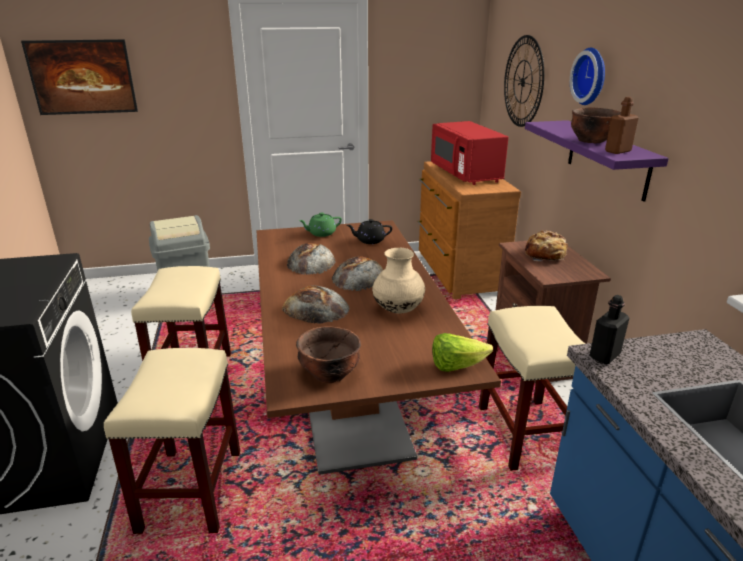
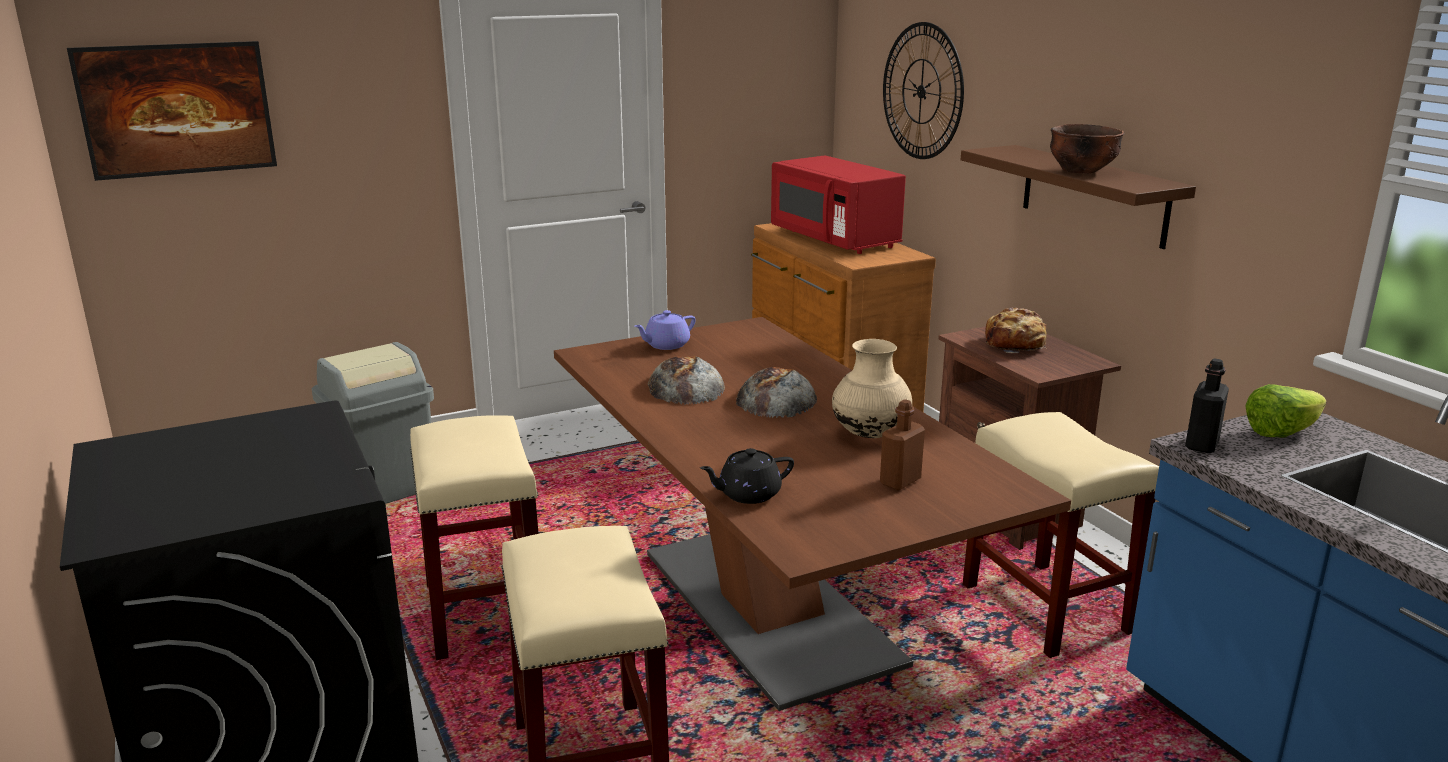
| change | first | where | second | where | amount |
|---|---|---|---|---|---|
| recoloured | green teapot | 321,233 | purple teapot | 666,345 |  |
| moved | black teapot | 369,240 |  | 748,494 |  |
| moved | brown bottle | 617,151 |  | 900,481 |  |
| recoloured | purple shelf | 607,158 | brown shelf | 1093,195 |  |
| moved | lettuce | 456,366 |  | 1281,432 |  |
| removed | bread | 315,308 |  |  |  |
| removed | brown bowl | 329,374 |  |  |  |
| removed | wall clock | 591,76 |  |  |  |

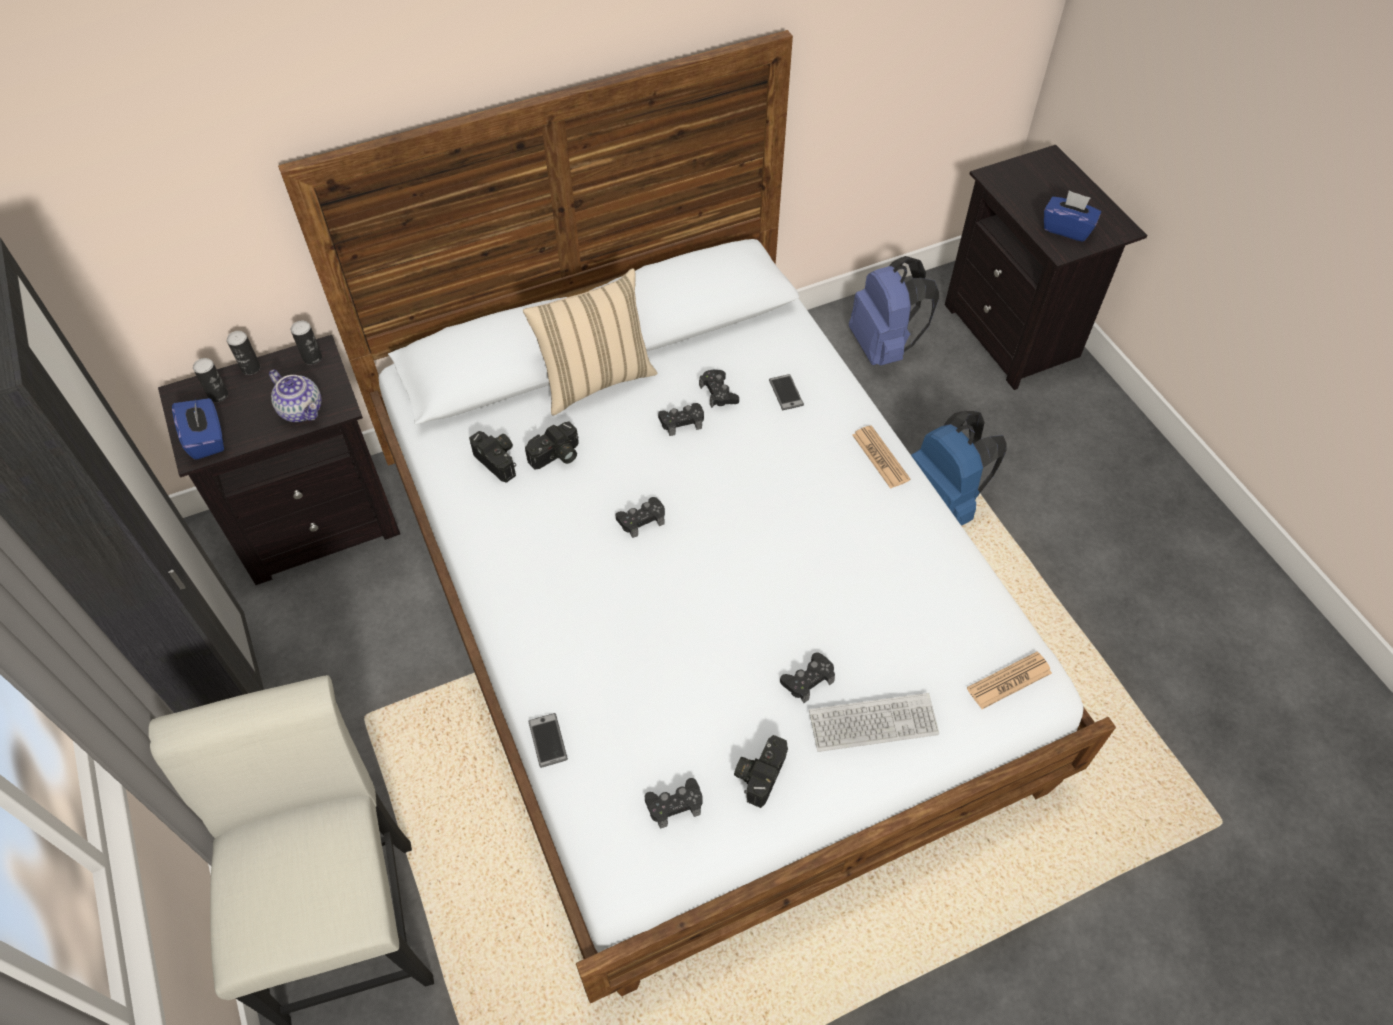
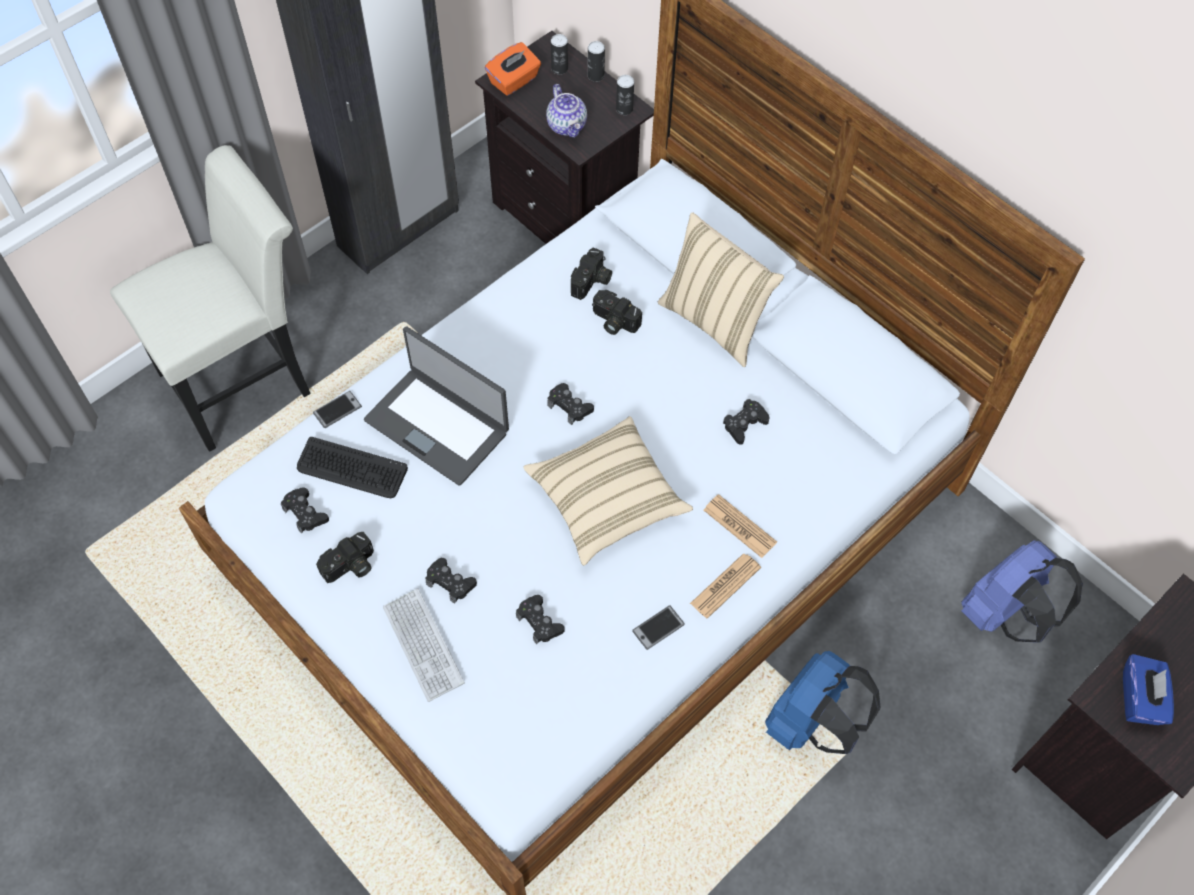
| change | first | where | second | where | amount |
|---|---|---|---|---|---|
| added |  |  | keyboard | 351,469 |  |
| turned | photo camera | 759,773 |  | 350,567 | 135 degrees clockwise |
| added |  |  | laptop | 438,425 |  |
| recoloured | blue tissue box | 206,439 | orange tissue box | 514,81 |  |
| moved | black game controller | 682,422 |  | 539,622 |  |
| added |  |  | beige pillow | 607,500 |  |
| turned | teapot | 302,410 |  | 567,126 | 45 degrees counterclockwise |
| moved | phone | 786,392 |  | 658,628 |  |
| moved | newspaper | 1009,681 |  | 739,526 |  |

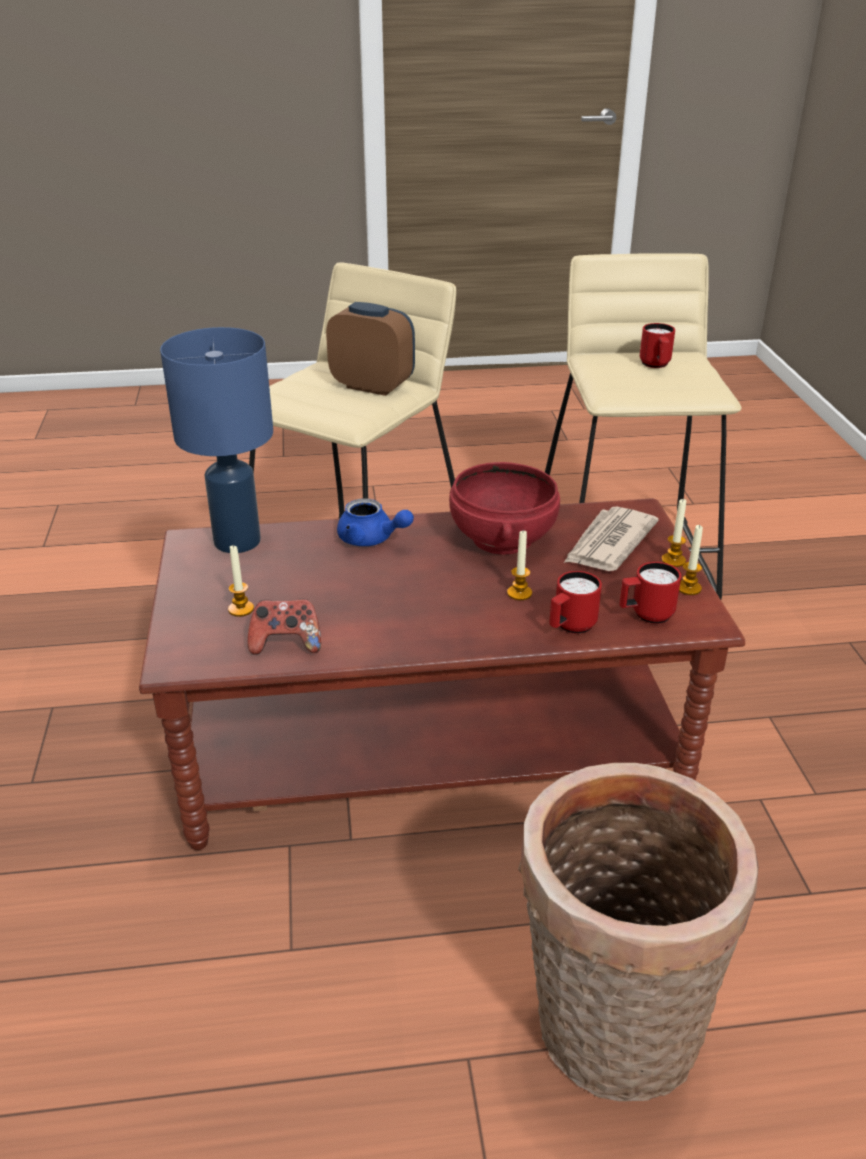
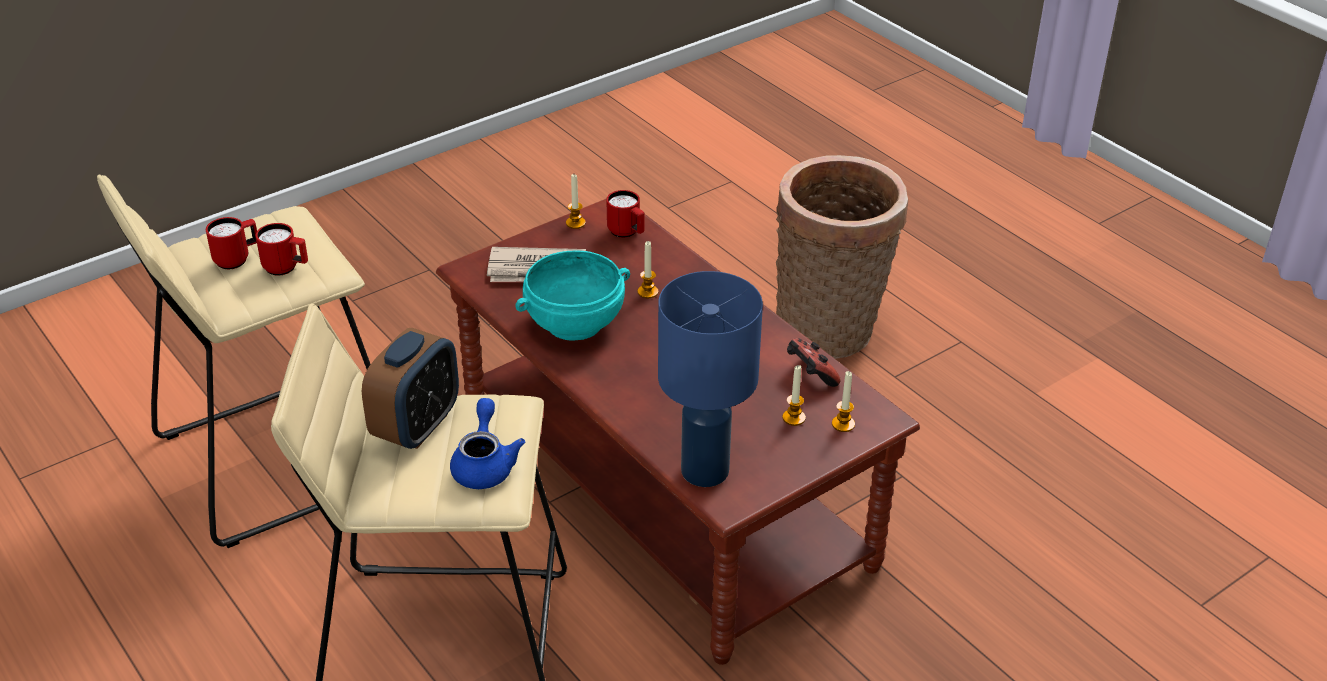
| change | first | where | second | where | amount |
|---|---|---|---|---|---|
| moved | red mug | 570,627 |  | 286,268 |  |
| turned | alarm clock | 372,386 |  | 417,426 | 150 degrees counterclockwise |
| moved | blue teapot | 371,539 |  | 485,464 |  |
| recoloured | red bowl | 501,539 | turquoise bowl | 575,324 |  |
| moved | candle | 673,560 |  | 843,424 |  |

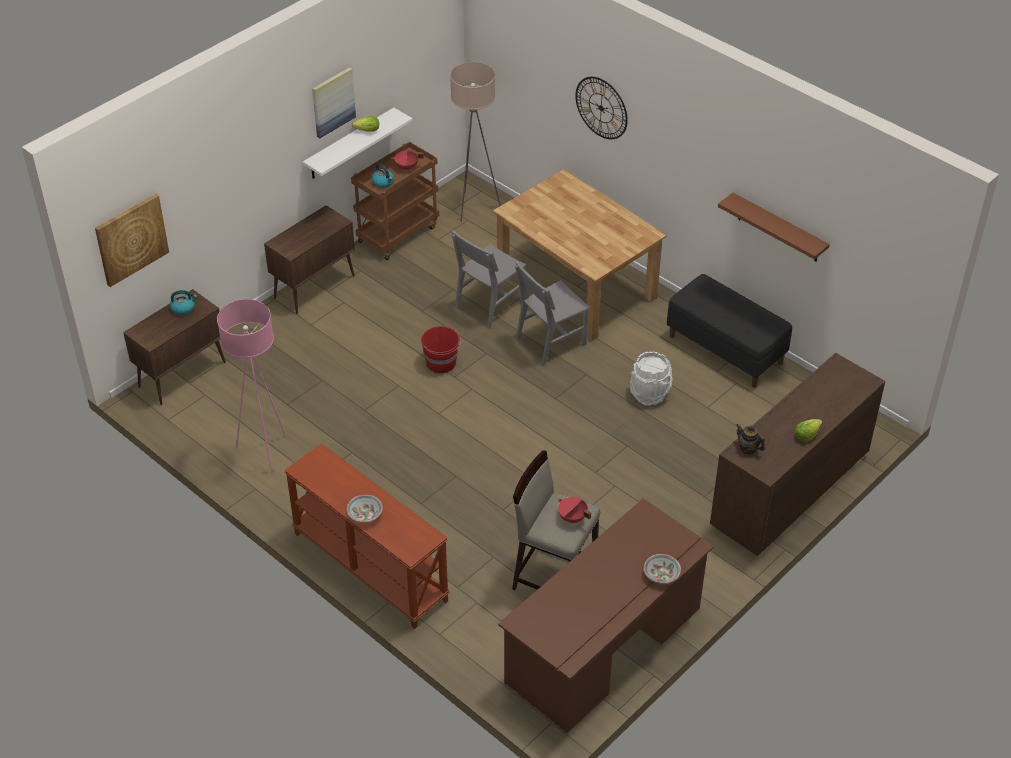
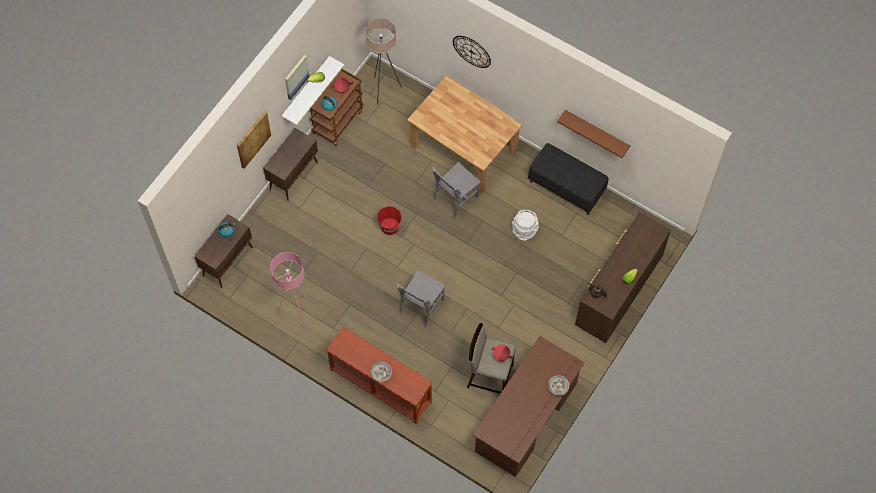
| change | first | where | second | where | amount |
|---|---|---|---|---|---|
| moved | picture | 131,239 |  | 253,139 |  |
| moved | grey chair | 489,305 |  | 421,305 |  |

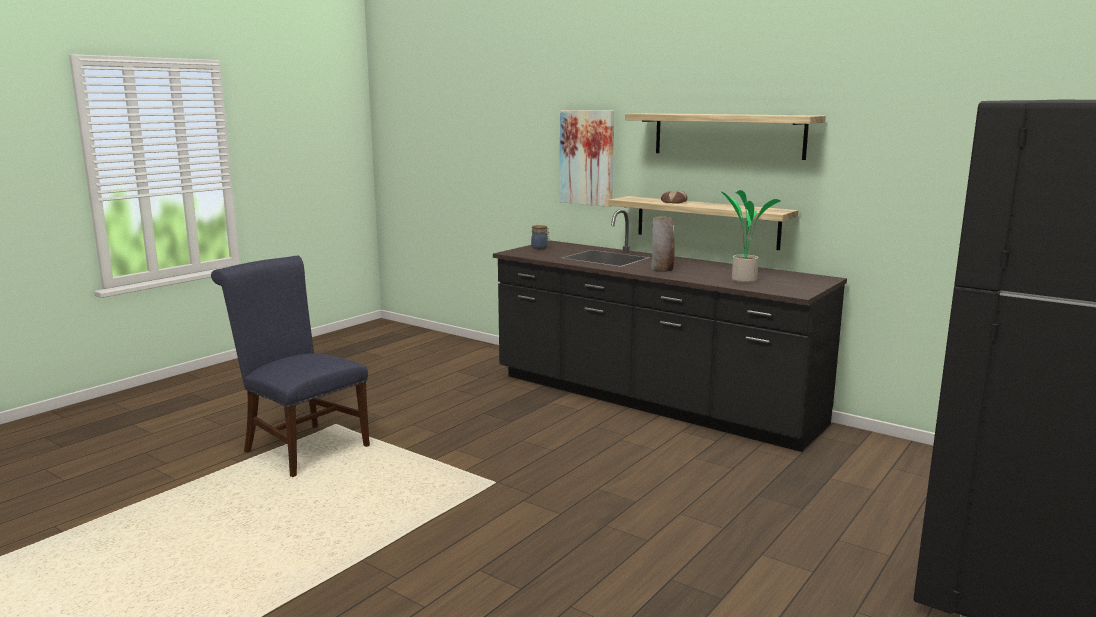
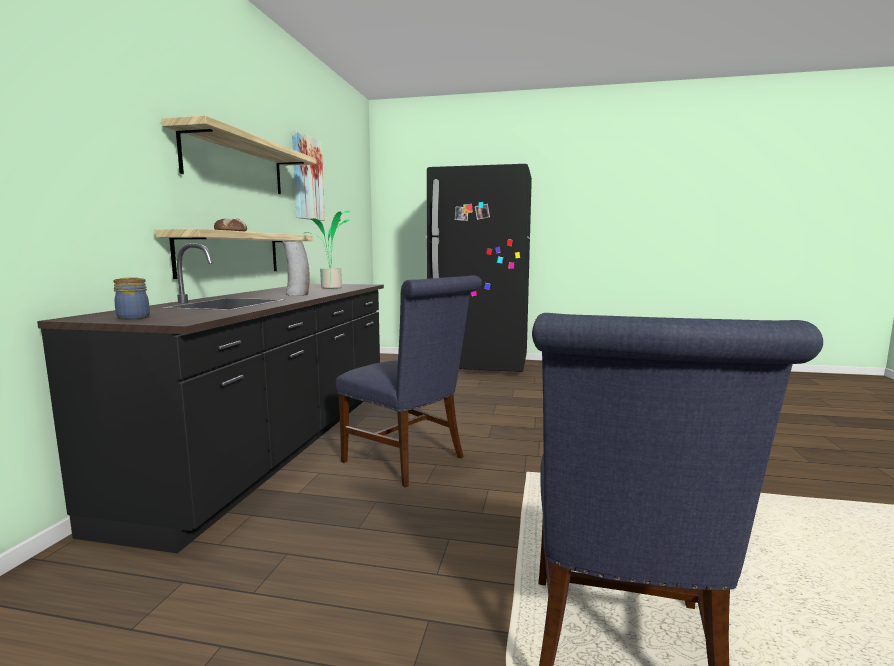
| change | first | where | second | where | amount |
|---|---|---|---|---|---|
| moved | picture | 587,157 |  | 307,178 |  |
| added |  |  | blue chair | 409,460 |  |

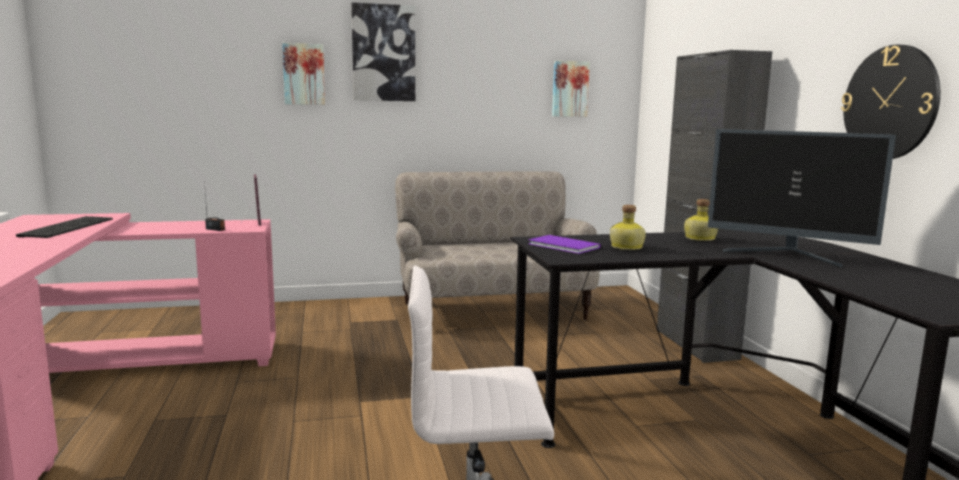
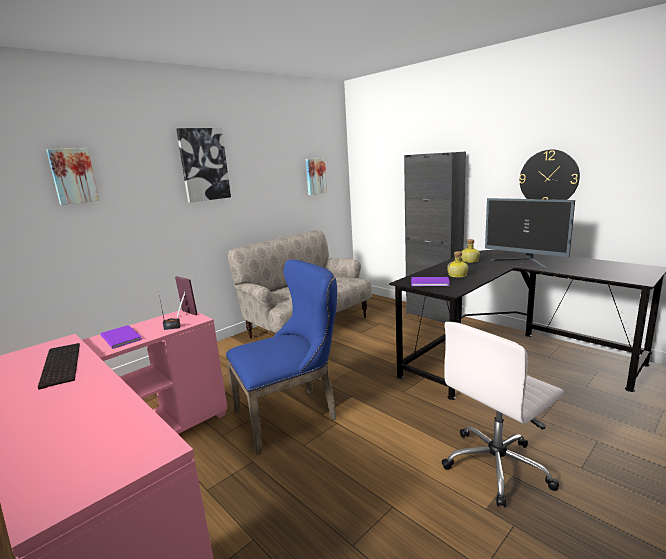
| change | first | where | second | where | amount |
|---|---|---|---|---|---|
| moved | picture | 304,74 |  | 73,176 |  |
| added |  |  | purple book | 122,337 |  |
| added |  |  | blue chair | 292,414 |  |
| turned | monitor | 787,255 |  | 524,262 | 45 degrees clockwise |

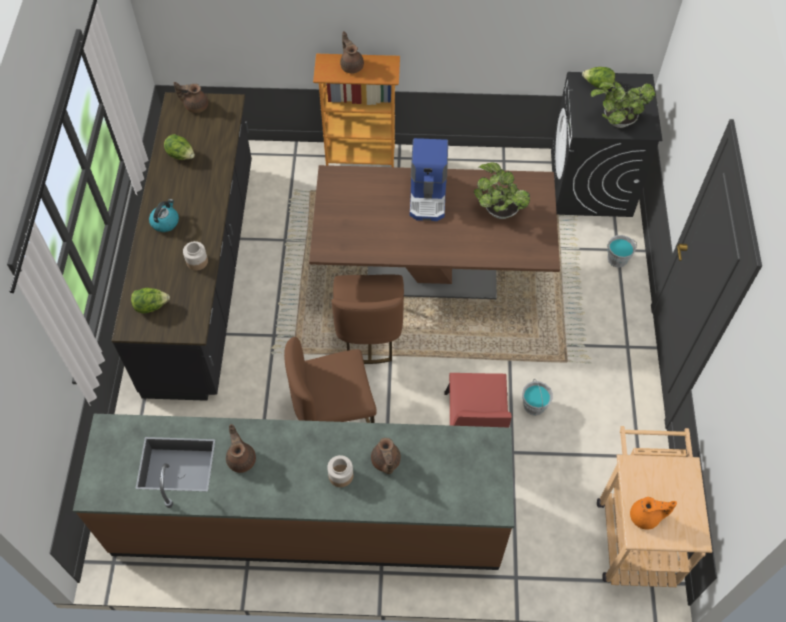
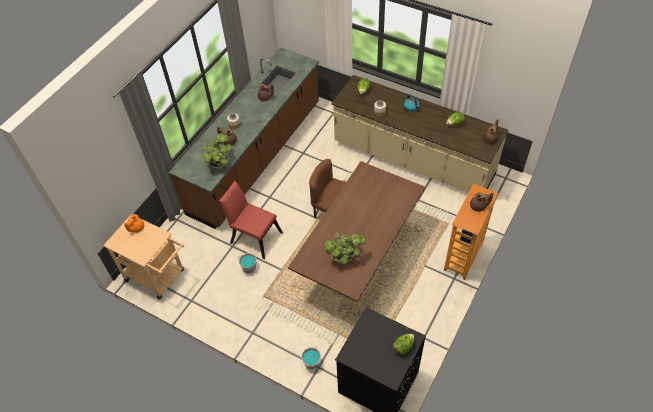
| change | first | where | second | where | amount |
|---|---|---|---|---|---|
| moved | potted plant | 616,121 |  | 219,163 |  |
| recoloured | black counter | 203,274 | beige counter | 413,159 |  |
| removed | brown chair | 334,413 |  |  |  |
| removed | coffee machine | 428,196 |  |  |  |

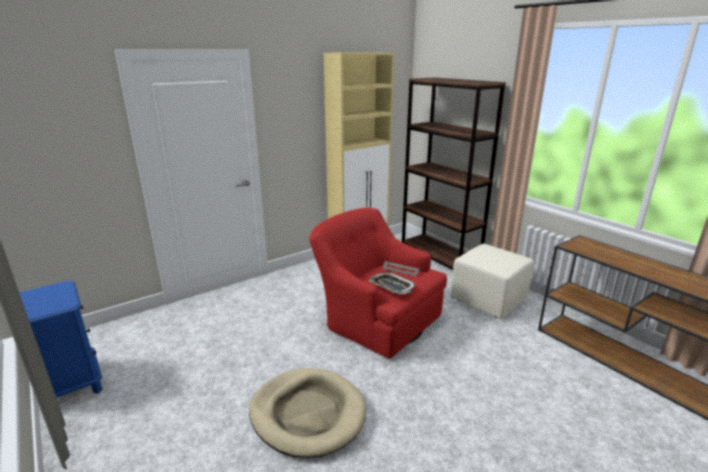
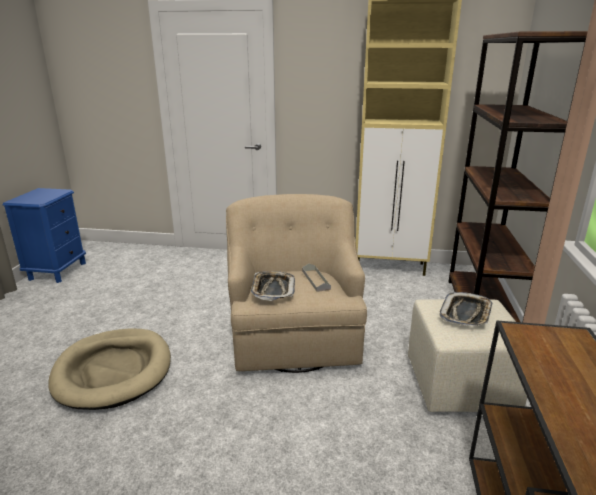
| change | first | where | second | where | amount |
|---|---|---|---|---|---|
| recoloured | red armchair | 375,319 | beige armchair | 294,333 |  |
| added |  |  | tray | 466,313 |  |

